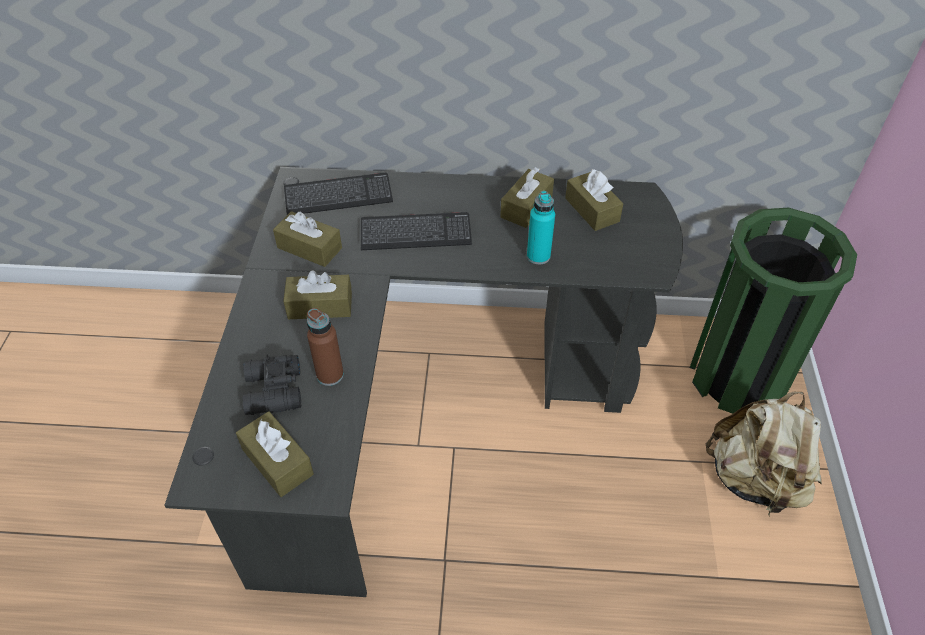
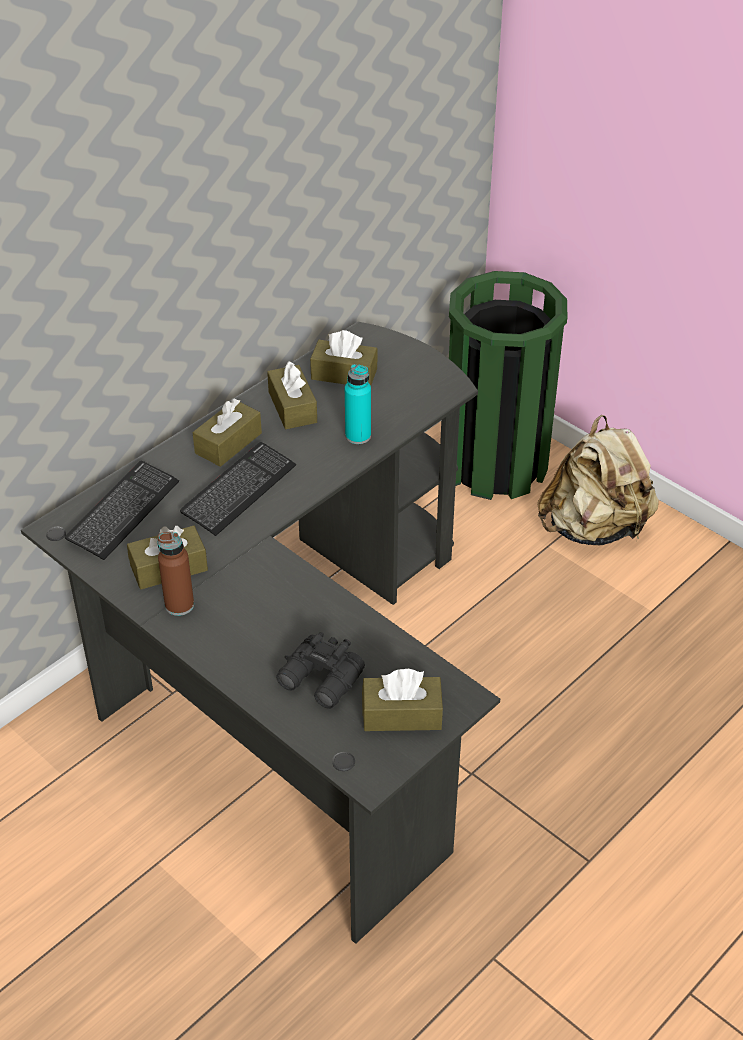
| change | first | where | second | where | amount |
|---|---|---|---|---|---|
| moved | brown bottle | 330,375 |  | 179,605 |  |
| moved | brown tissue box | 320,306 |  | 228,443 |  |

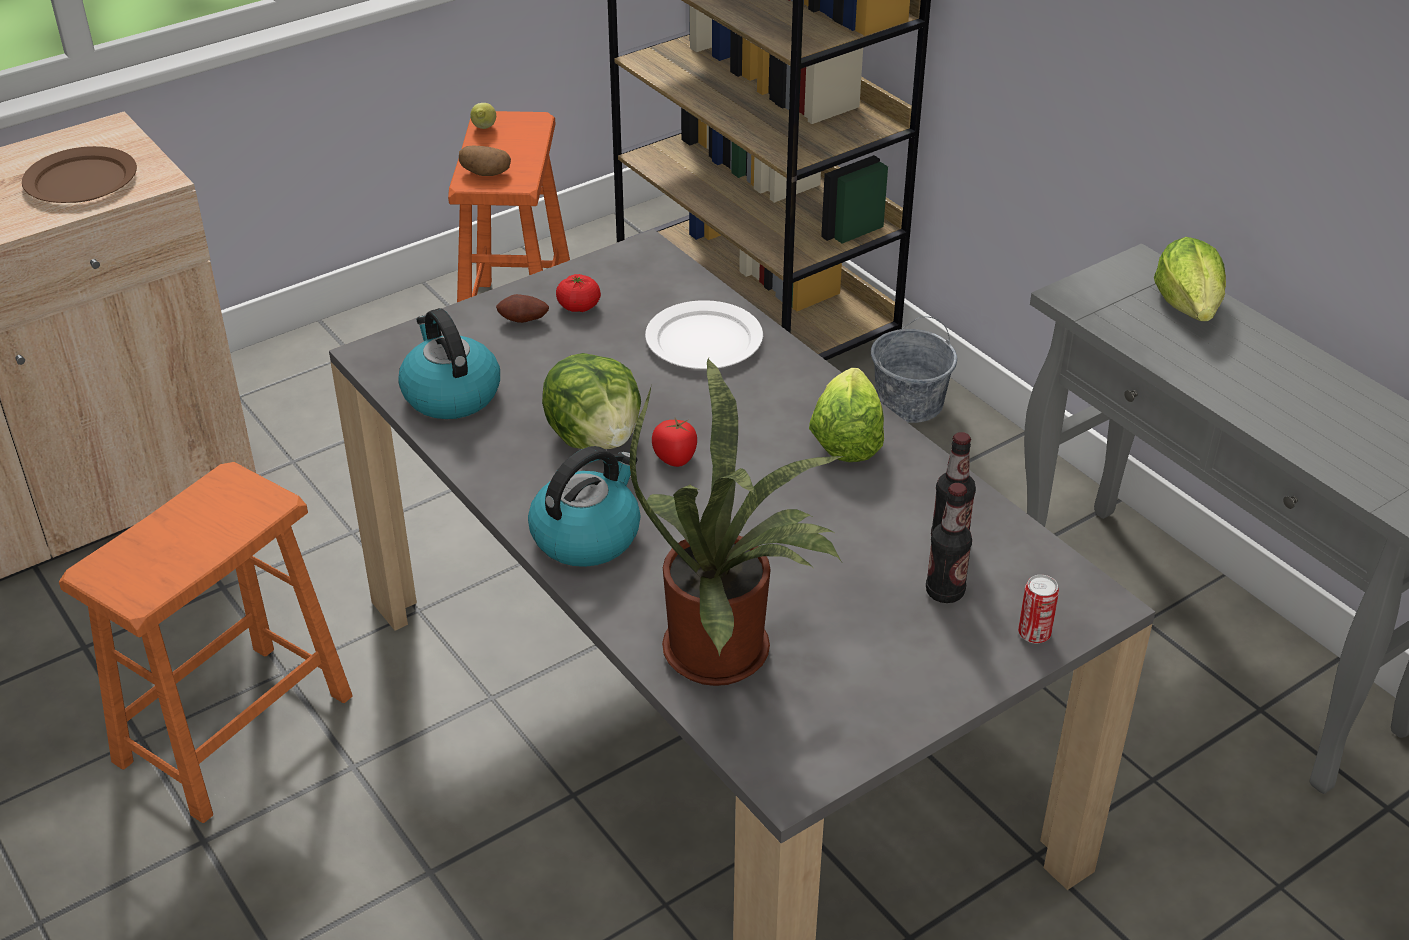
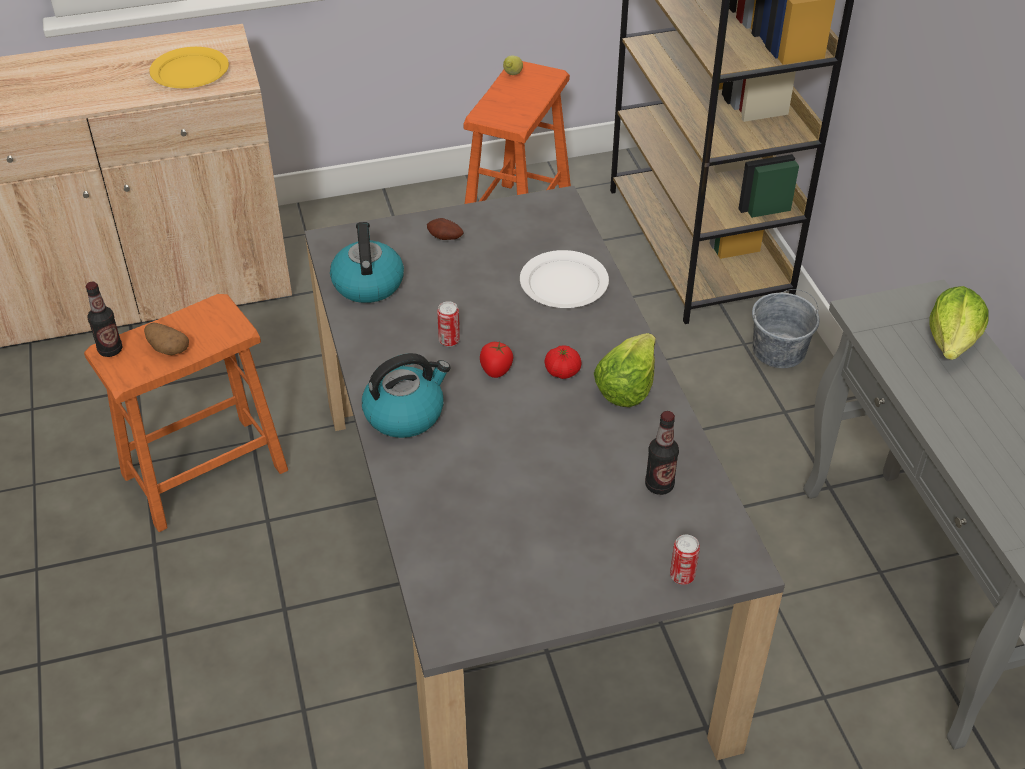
| change | first | where | second | where | amount |
|---|---|---|---|---|---|
| moved | bottle | 945,592 |  | 110,350 |  |
| moved | potato | 485,173 |  | 167,348 |  |
| recoloured | brown plate | 82,181 | yellow plate | 190,72 |  |
| replaced | lettuce | 596,437 | can | 449,340 |  |
| moved | tomato | 579,306 |  | 562,371 |  |
| removed | potted plant | 728,652 |  |  |  |

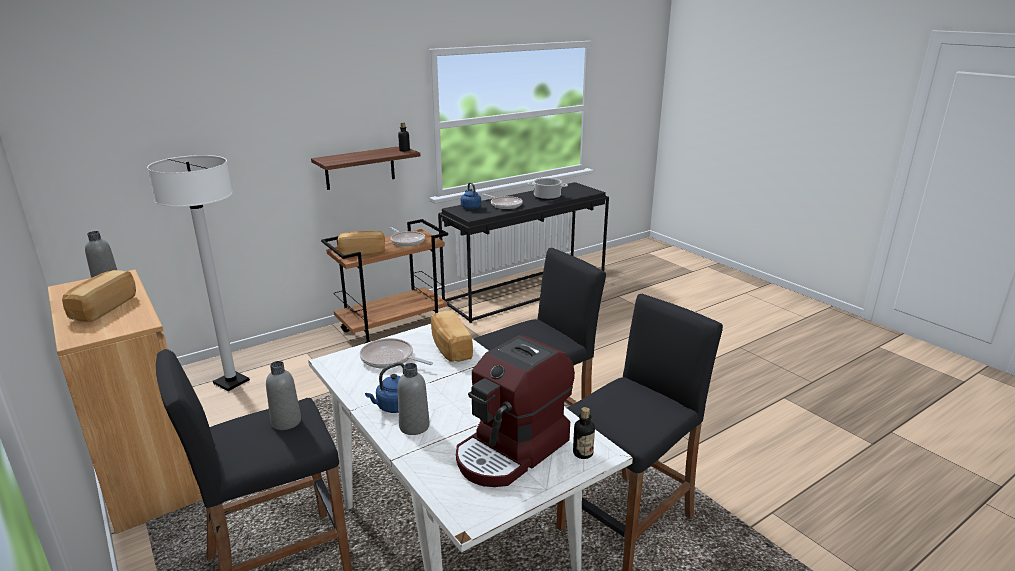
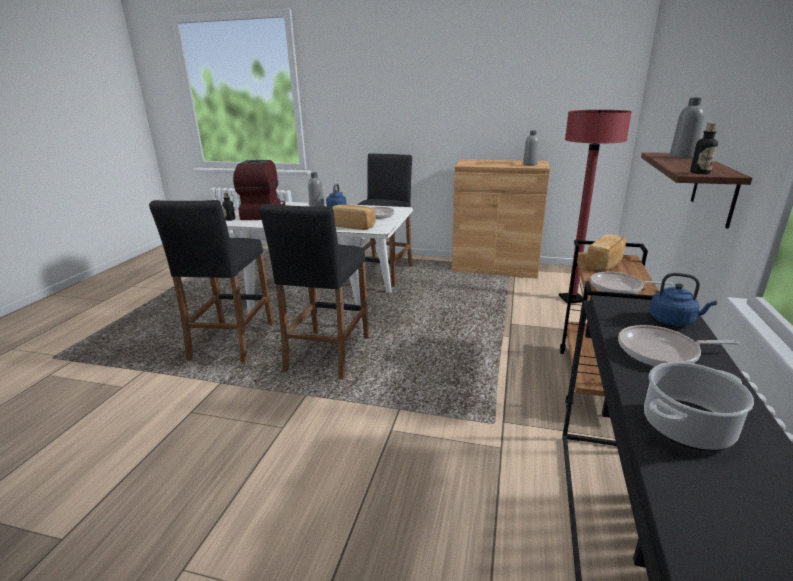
| change | first | where | second | where | amount |
|---|---|---|---|---|---|
| recoloured | white floor lamp | 231,382 | red floor lamp | 572,299 |  |
| moved | grey bottle | 286,422 |  | 682,157 |  |
| removed | bread | 102,308 |  |  |  |

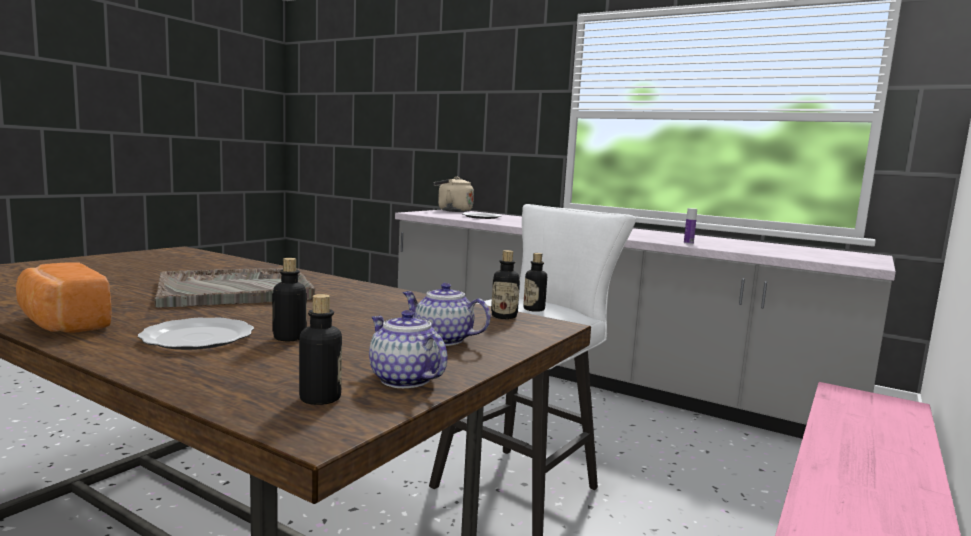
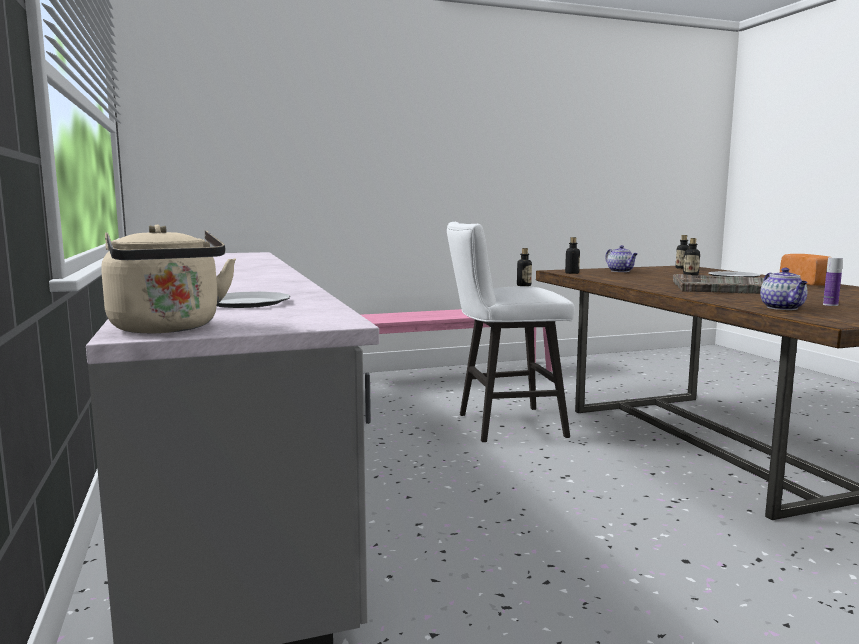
| change | first | where | second | where | amount |
|---|---|---|---|---|---|
| moved | teapot | 403,379 |  | 783,308 |  |
| moved | bottle | 688,243 |  | 830,305 |  |

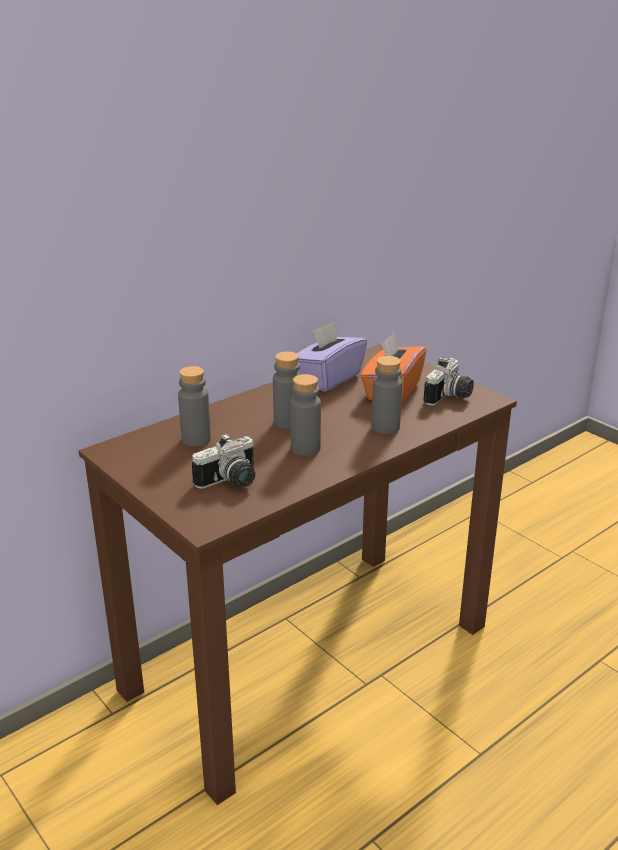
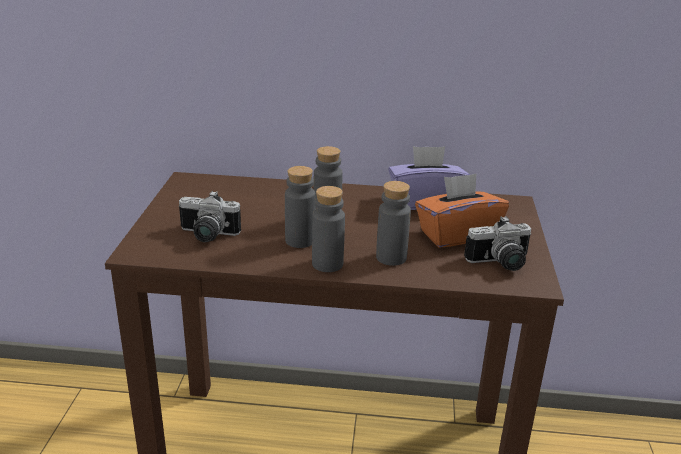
| change | first | where | second | where | amount |
|---|---|---|---|---|---|
| moved | grey bottle | 196,439 |  | 327,264 |  |

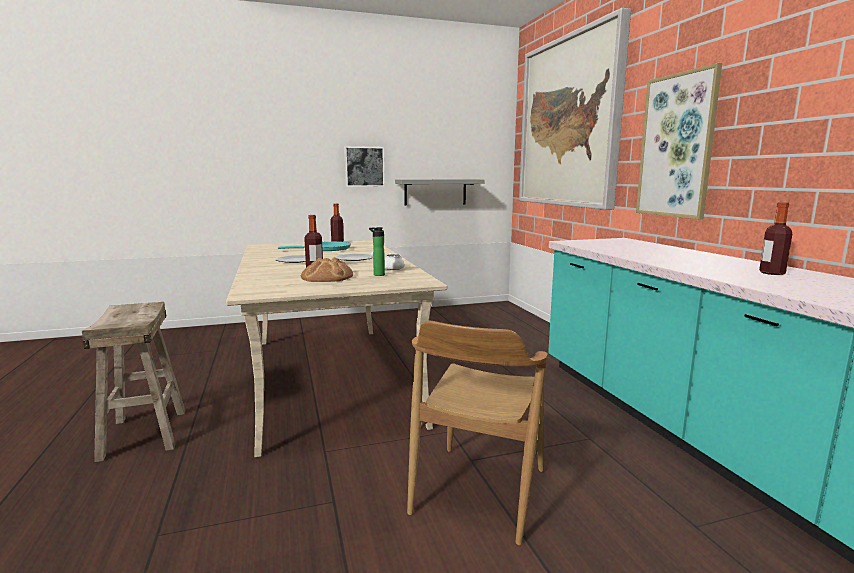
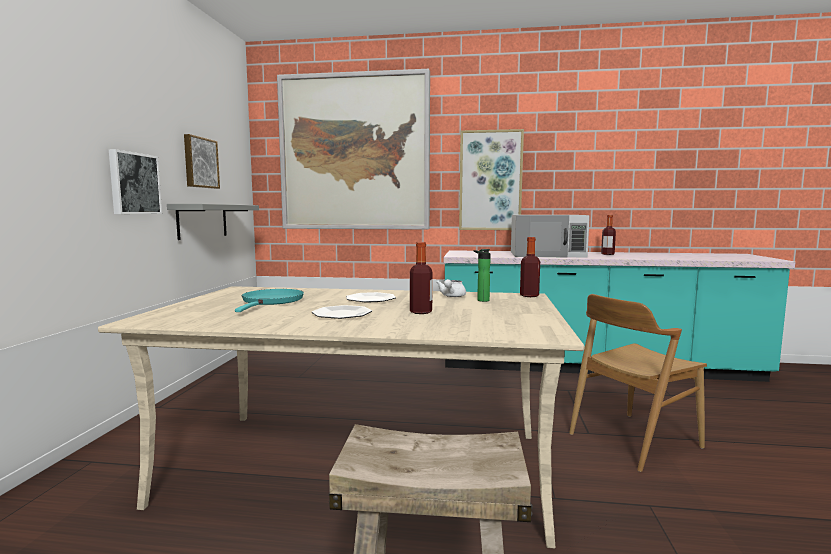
| change | first | where | second | where | amount |
|---|---|---|---|---|---|
| added |  |  | picture | 200,162 |  |
| added |  |  | white microwave | 547,254 |  |
| moved | bottle | 337,242 |  | 529,296 |  |
| turned | brown chair | 478,490 |  | 633,440 | 105 degrees clockwise |
| removed | bread | 327,277 |  |  |  |

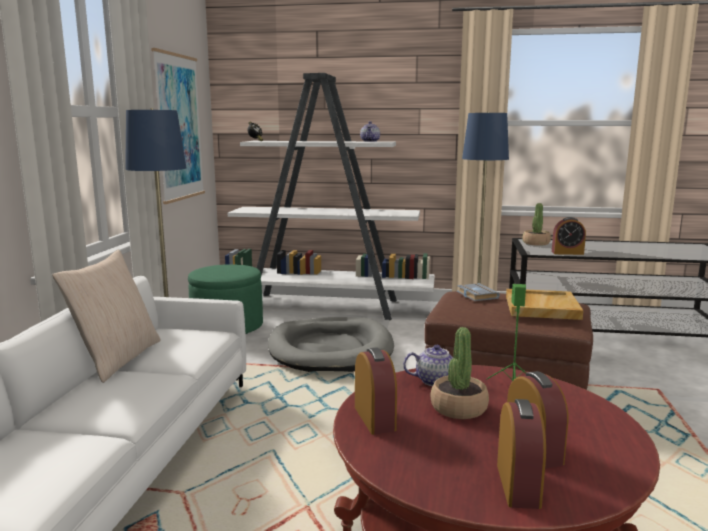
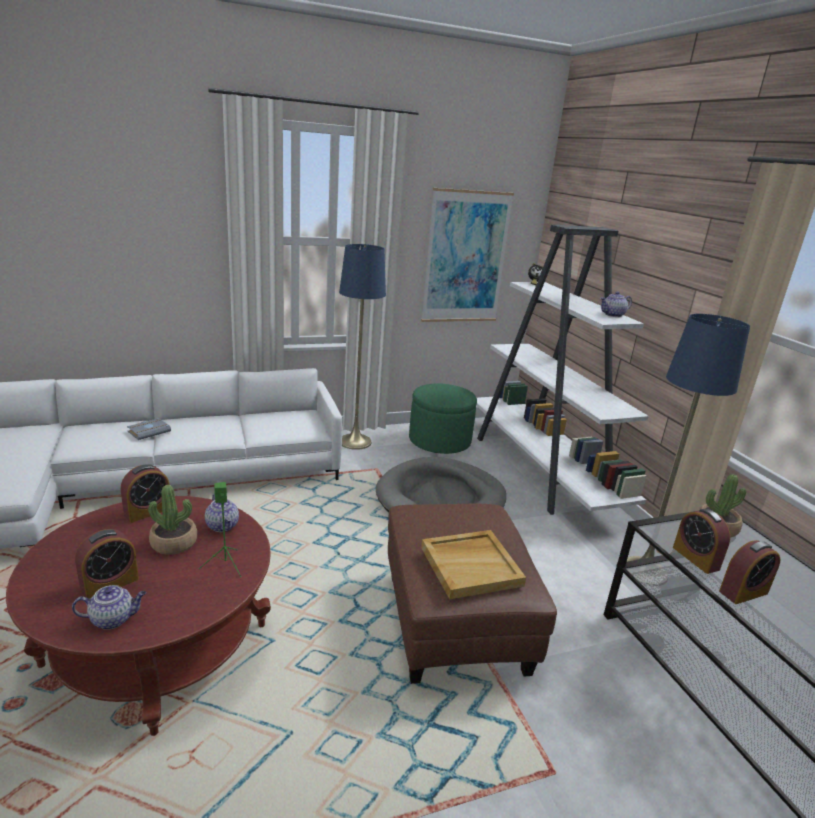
| change | first | where | second | where | amount |
|---|---|---|---|---|---|
| added |  |  | teapot | 113,619 |  |
| moved | grey book | 475,295 |  | 149,431 |  |
| moved | alarm clock | 518,485 |  | 743,592 |  |
| removed | beige pillow | 117,359 |  |  |  |

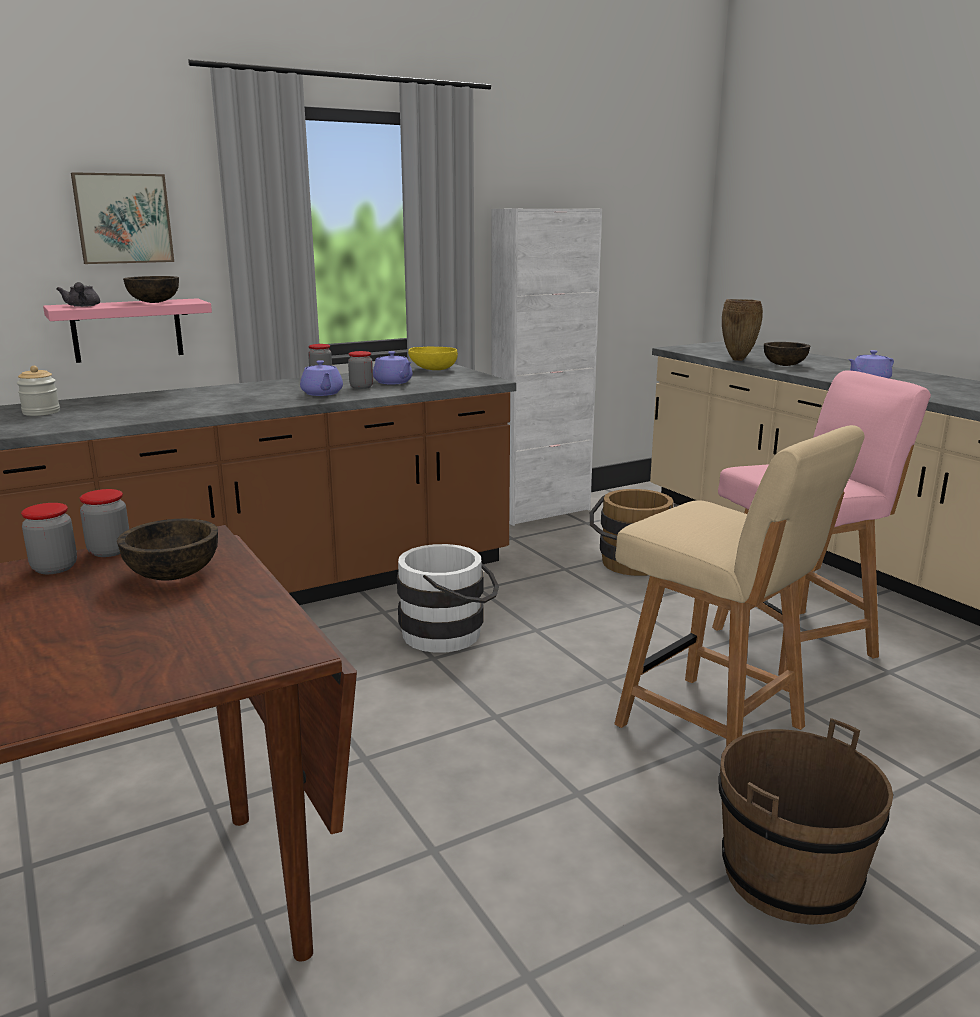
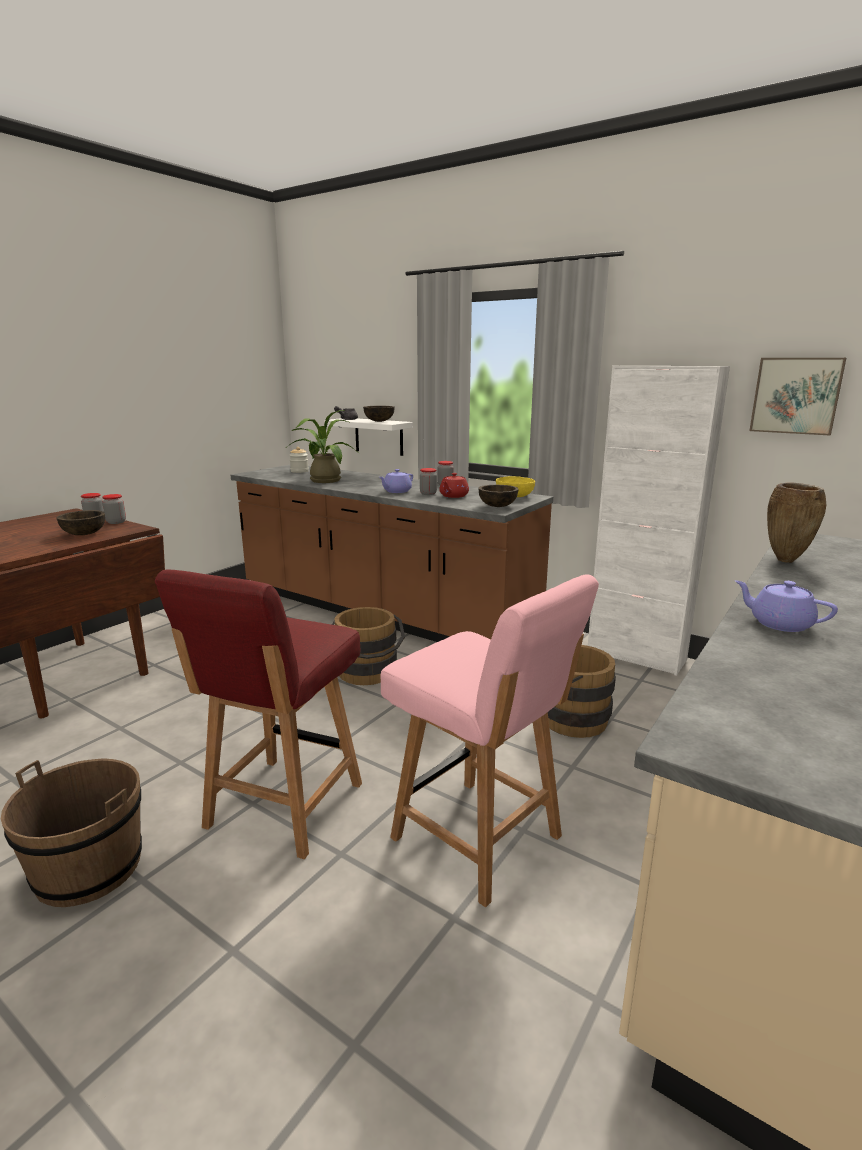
| change | first | where | second | where | amount |
|---|---|---|---|---|---|
| recoloured | beige chair | 713,728 | red chair | 283,807 |  |
| added |  |  | potted plant | 323,480 |  |
| recoloured | pink shelf | 127,330 | white shelf | 379,436 |  |
| recoloured | white bucket | 450,634 | brown bucket | 368,674 |  |
| recoloured | purple teapot | 393,382 | red teapot | 453,496 |  |
| moved | brown bowl | 784,365 |  | 497,506 |  |
| moved | picture | 123,218 |  | 796,395 |  |

